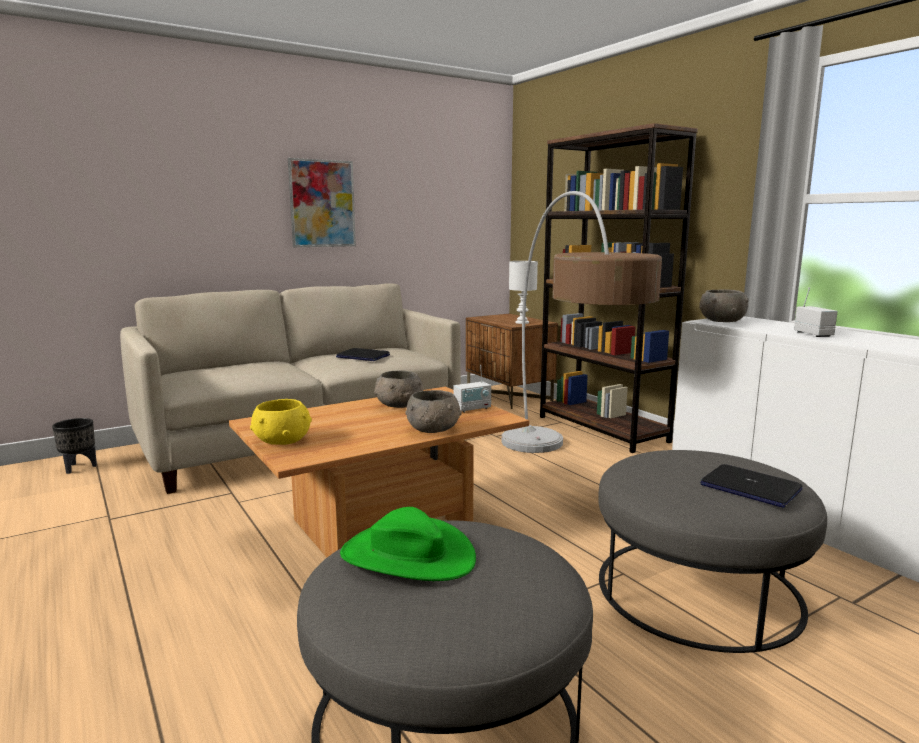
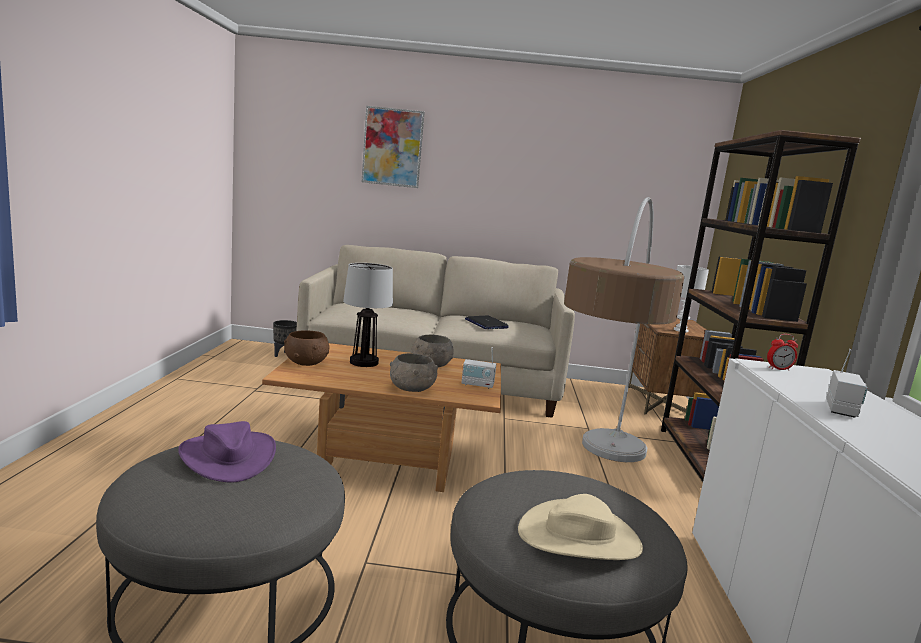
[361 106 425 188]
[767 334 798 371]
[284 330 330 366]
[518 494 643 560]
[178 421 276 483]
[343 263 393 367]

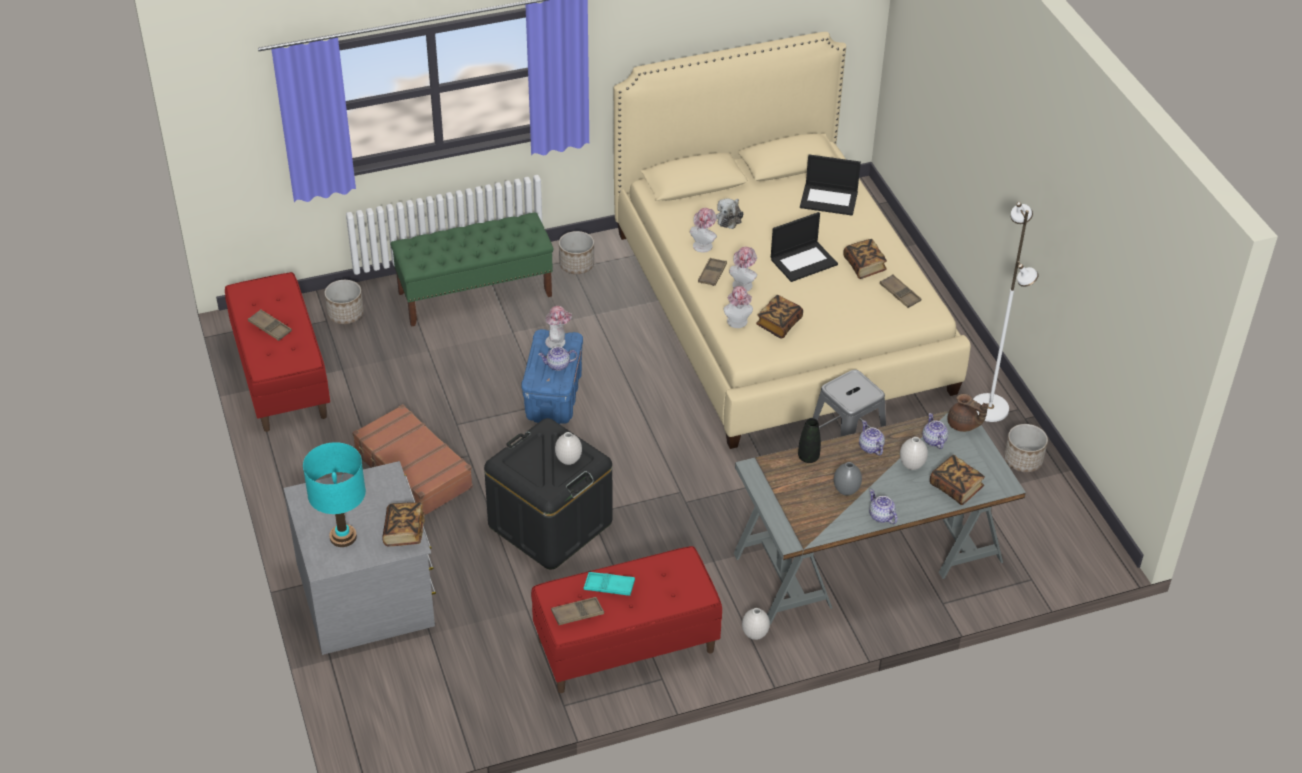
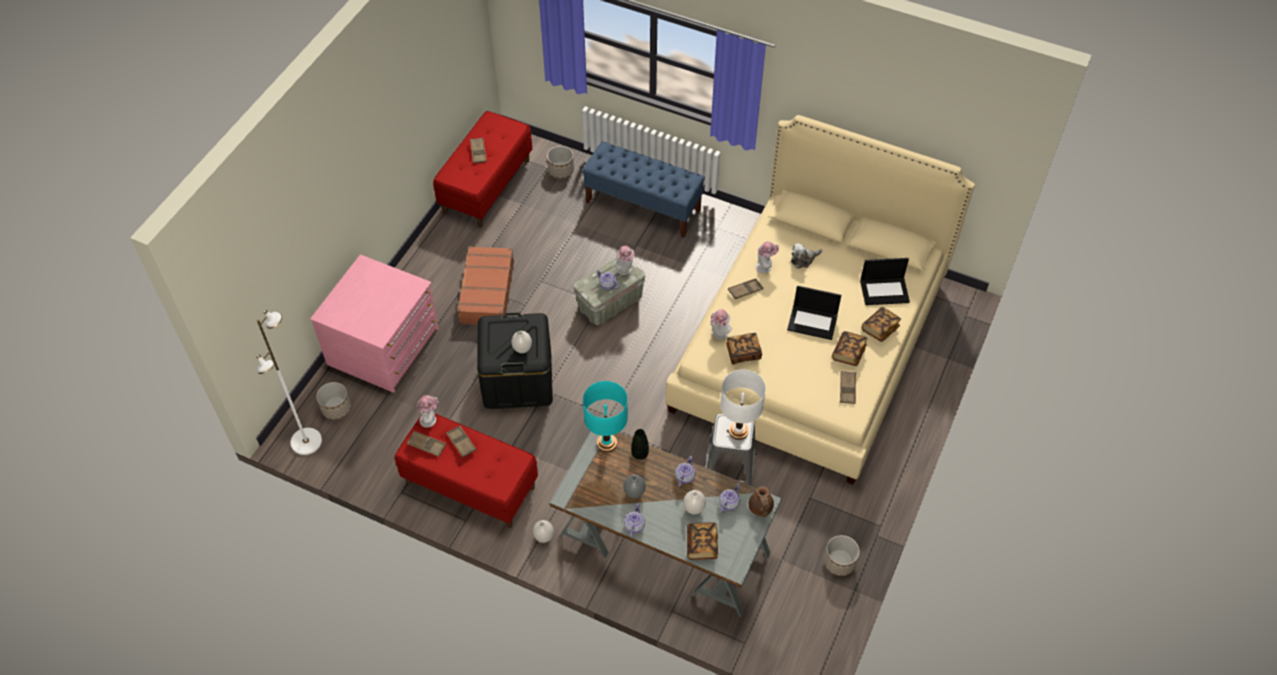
[860 258 910 305]
[256 310 322 455]
[582 141 705 238]
[316 382 351 420]
[416 395 438 428]
[574 258 645 325]
[583 381 628 452]
[310 254 439 393]
[862 307 901 342]
[446 425 476 457]
[720 369 766 440]

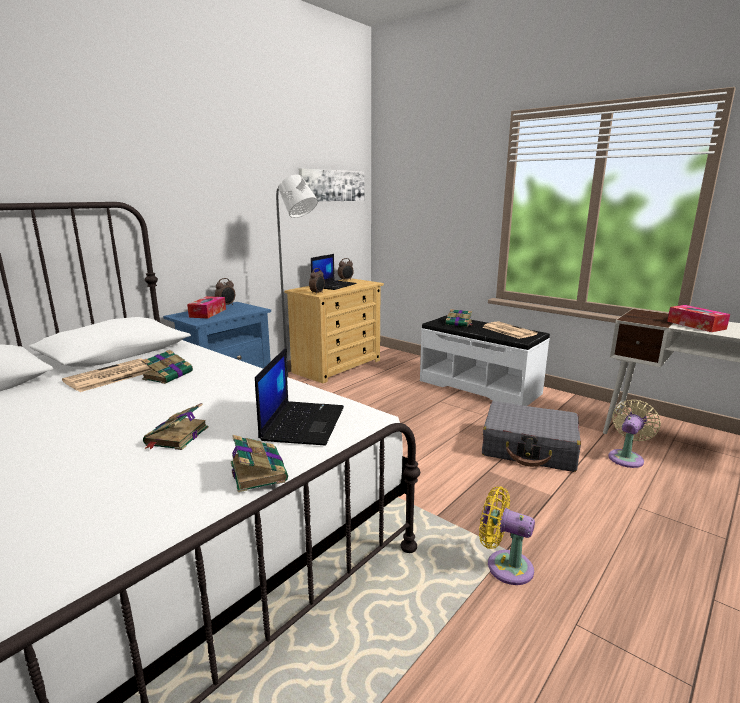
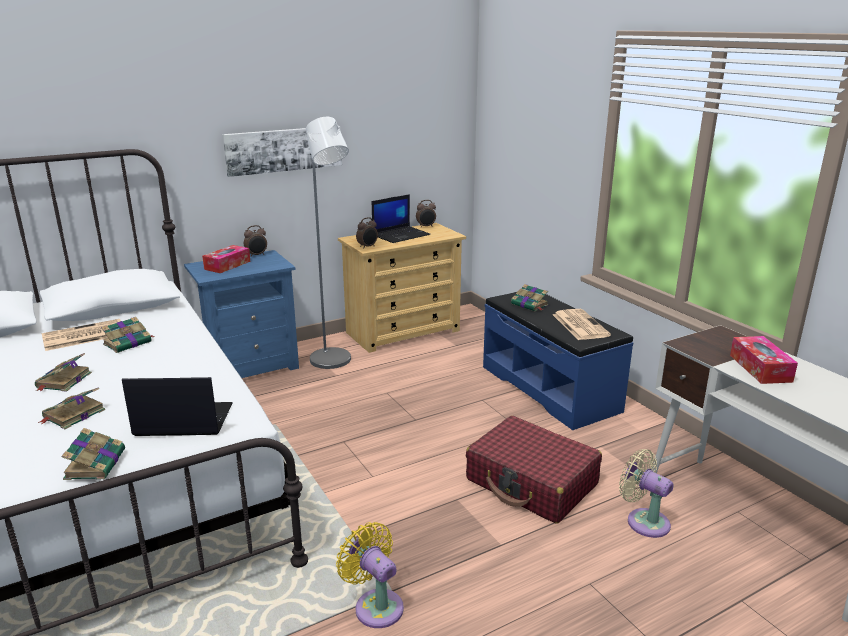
[223 126 342 177]
[483 292 633 430]
[122 377 233 436]
[619 449 673 538]
[466 416 602 524]
[35 353 92 392]

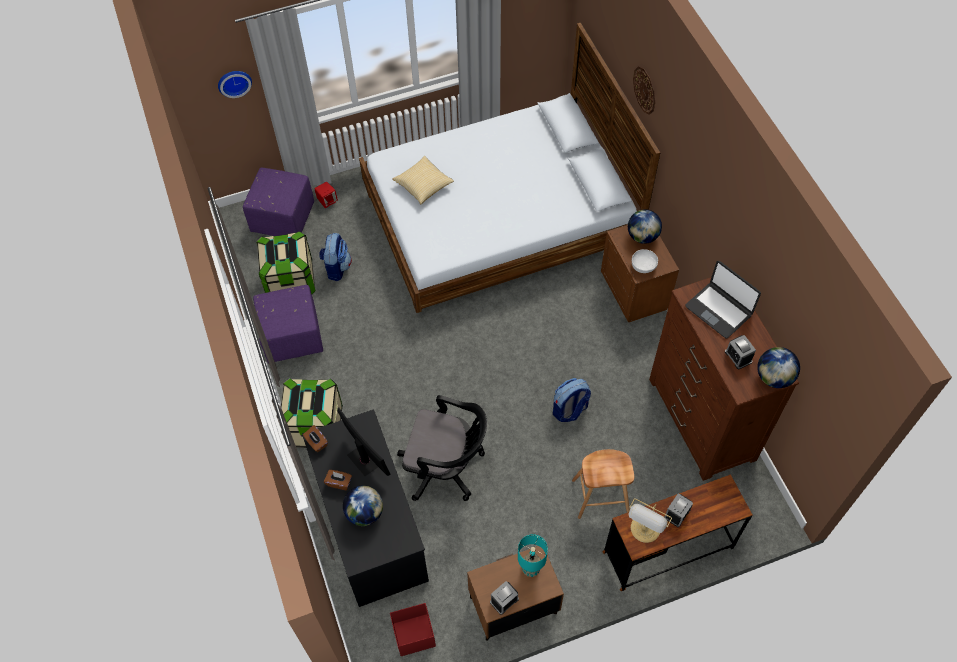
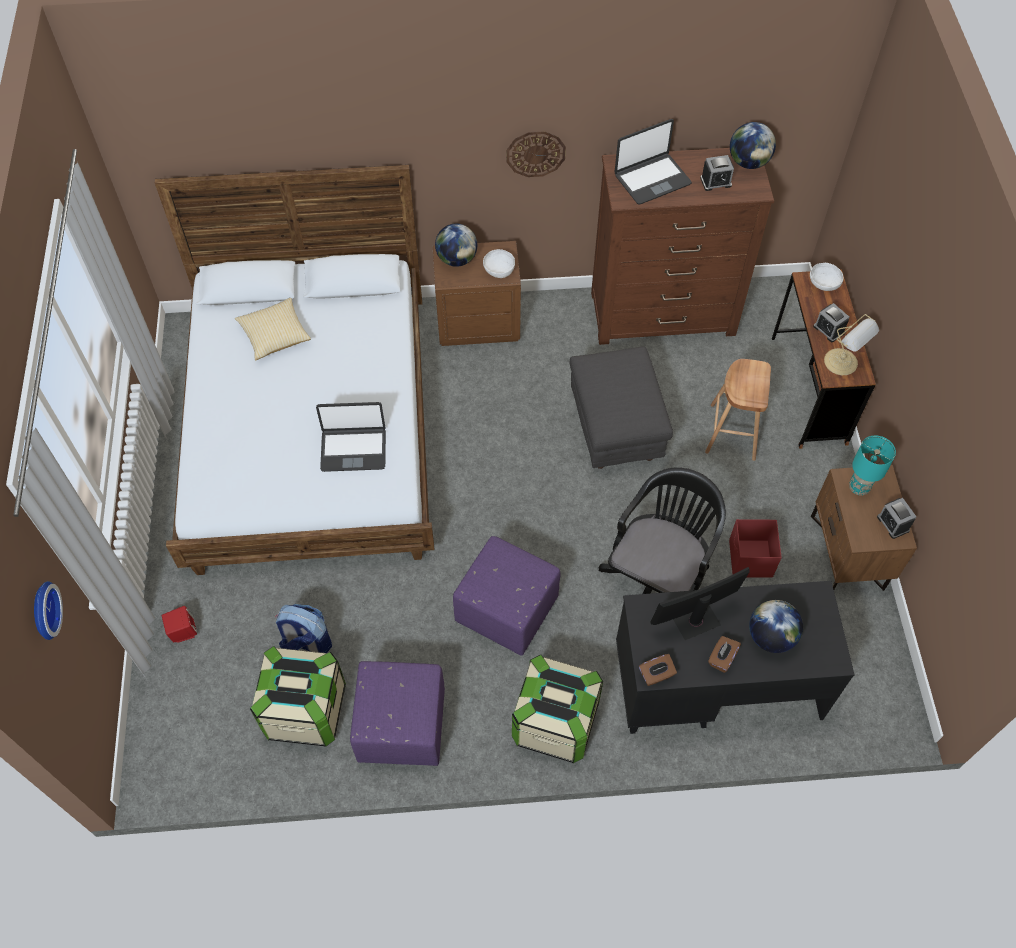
[507 131 566 177]
[235 298 311 361]
[453 536 561 656]
[570 346 673 469]
[729 519 782 578]
[810 263 844 291]
[316 402 386 472]

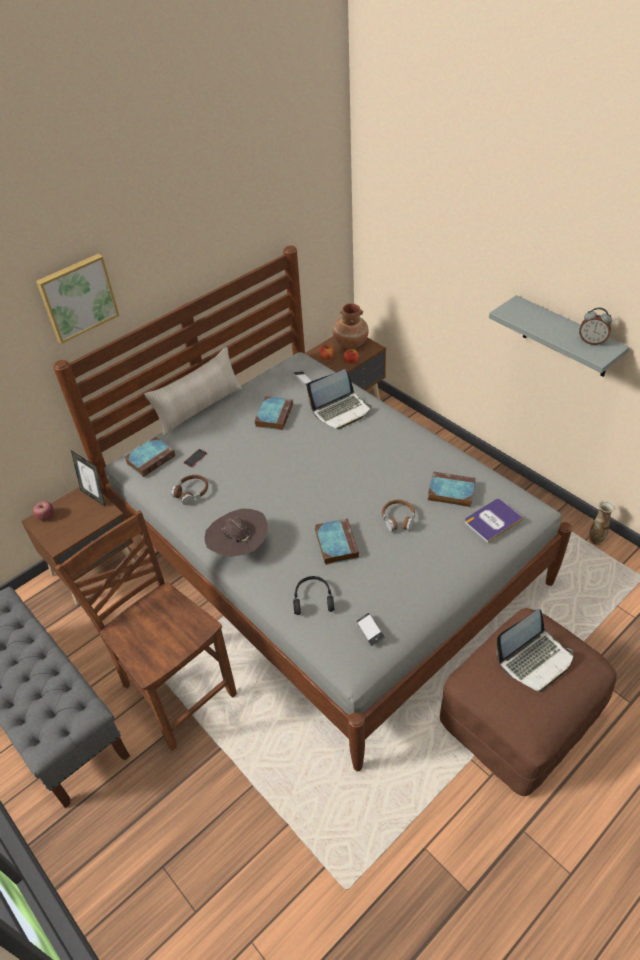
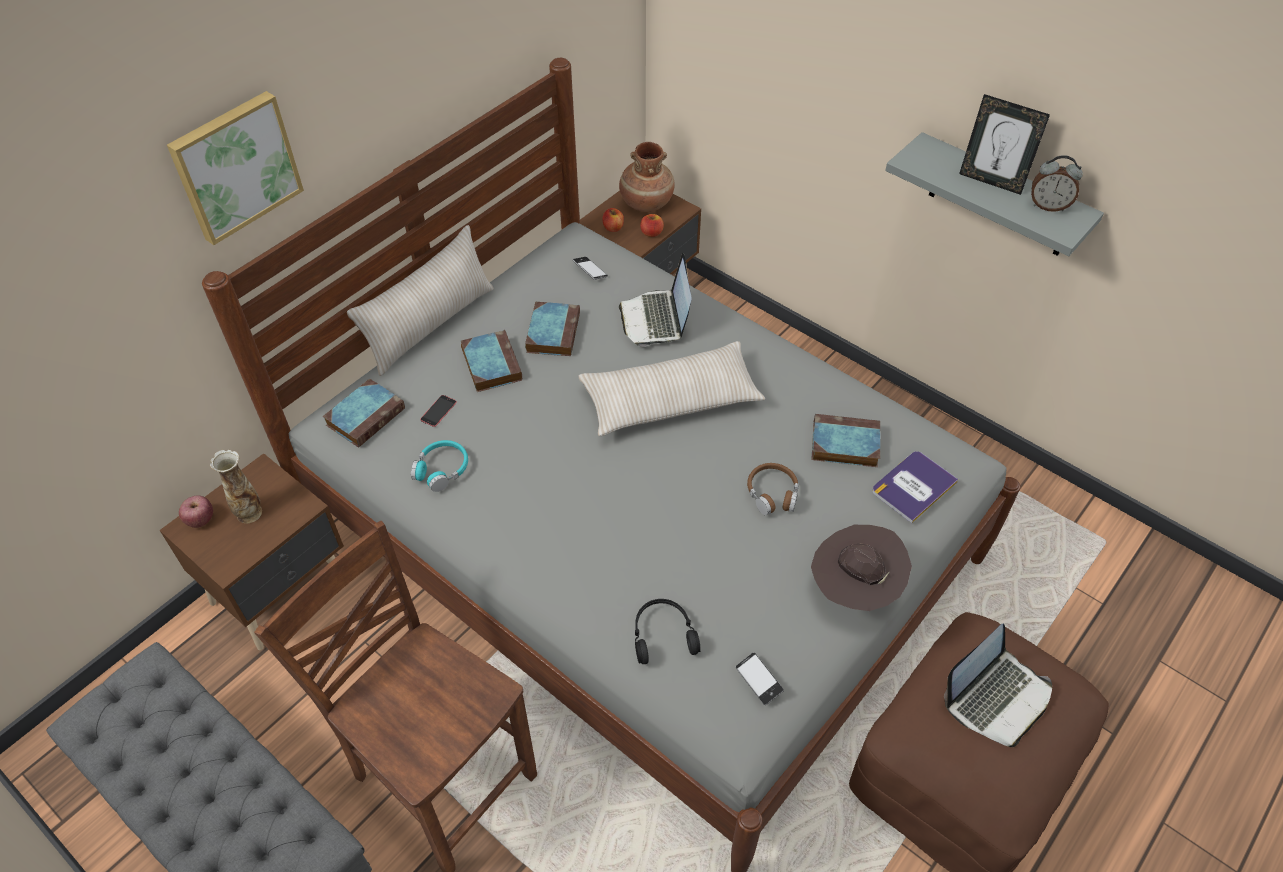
[619 253 691 347]
[959 94 1050 195]
[411 440 468 492]
[210 450 262 523]
[811 525 912 611]
[461 330 522 392]
[579 341 765 436]

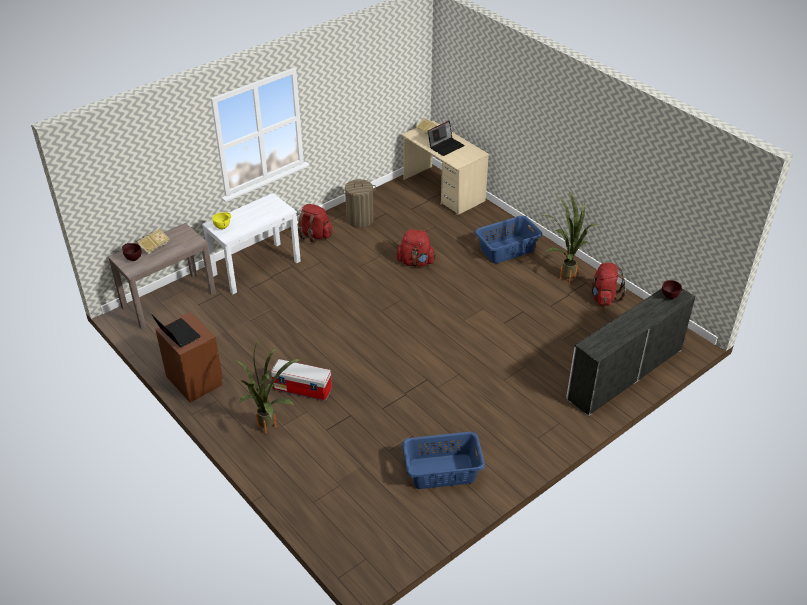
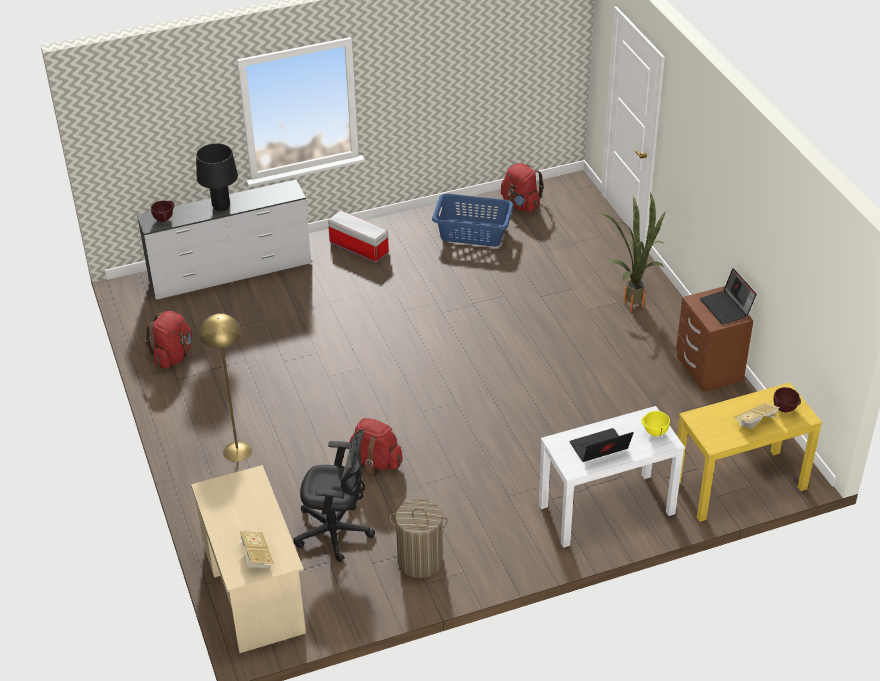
[569 428 633 462]
[542 190 598 283] (first image)
[501 163 544 212]
[199 313 252 462]
[677 382 822 522]
[328 210 389 263]
[196 143 238 211]
[293 429 375 562]

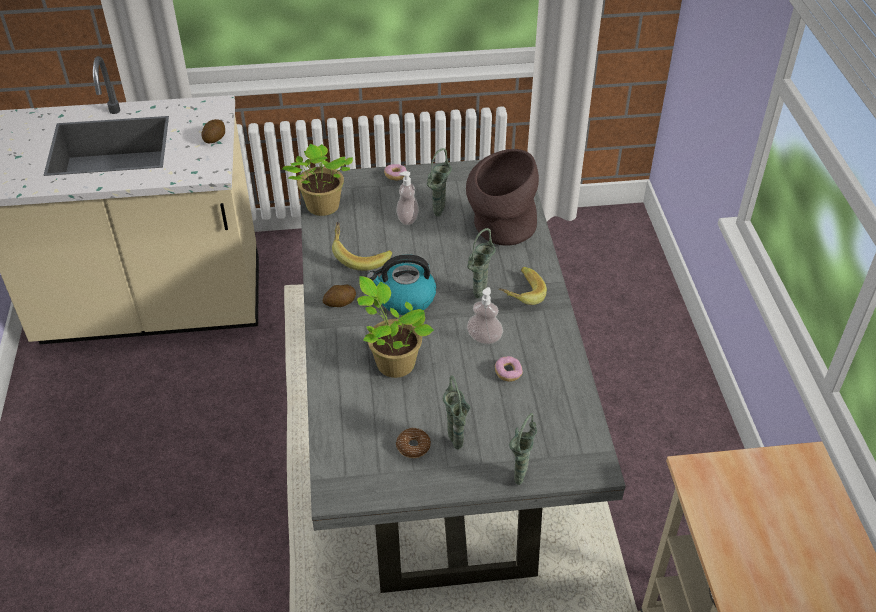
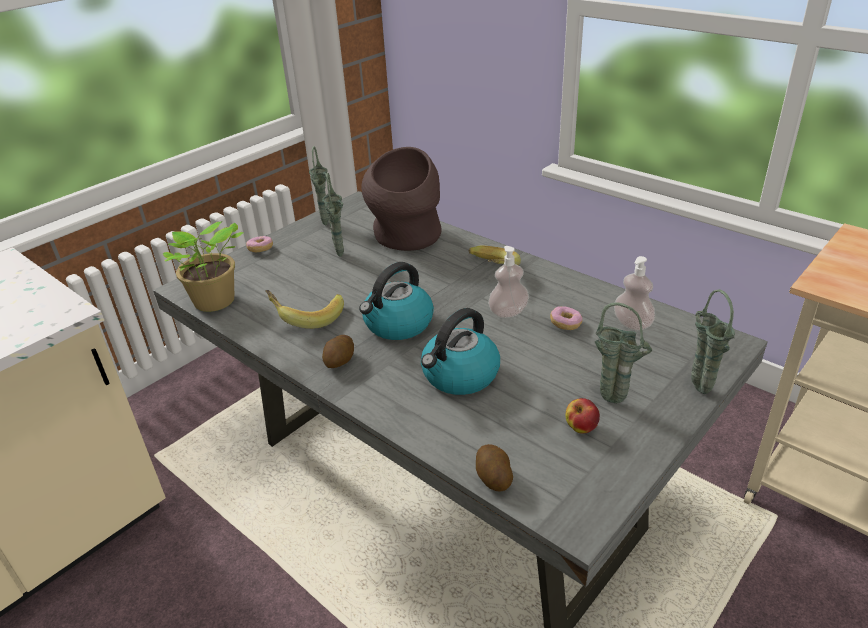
[476 444 513 492]
[614 256 655 331]
[309 146 329 225]
[421 308 500 395]
[566 398 600 433]

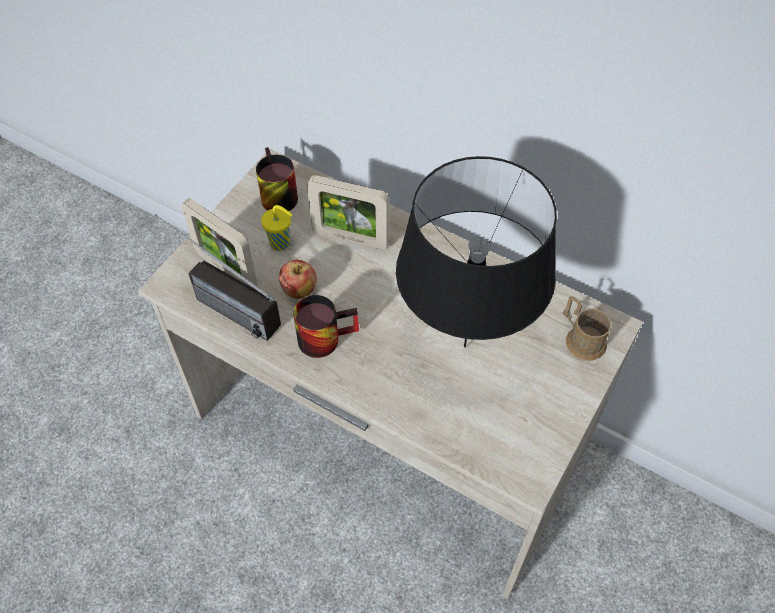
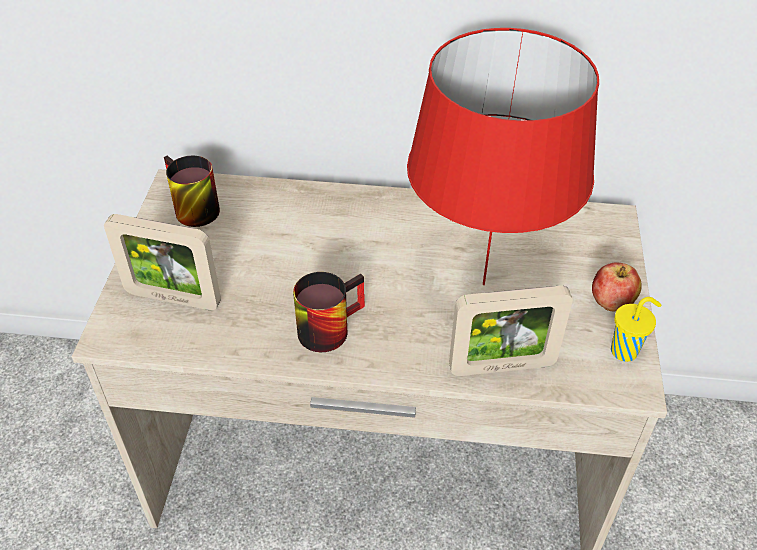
[407 28 599 285]
[449 286 573 376]
[611 297 661 362]
[155 214 281 341] (first image)
[592 263 642 312]
[562 296 611 361] (first image)

